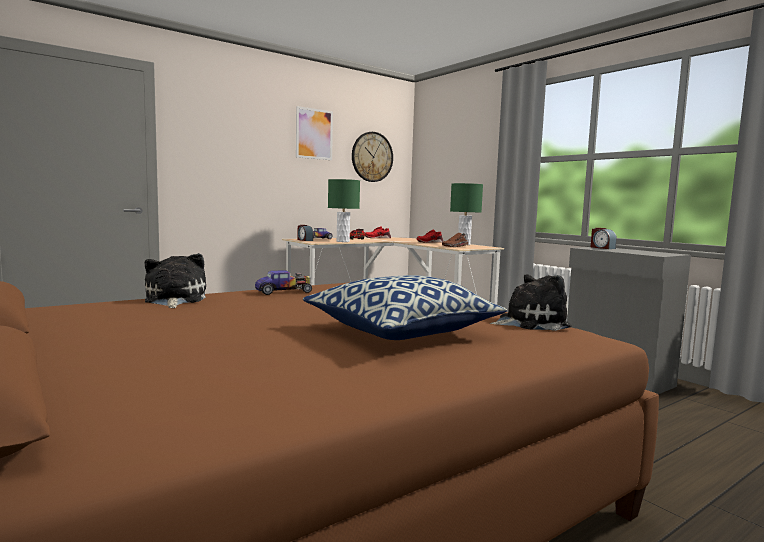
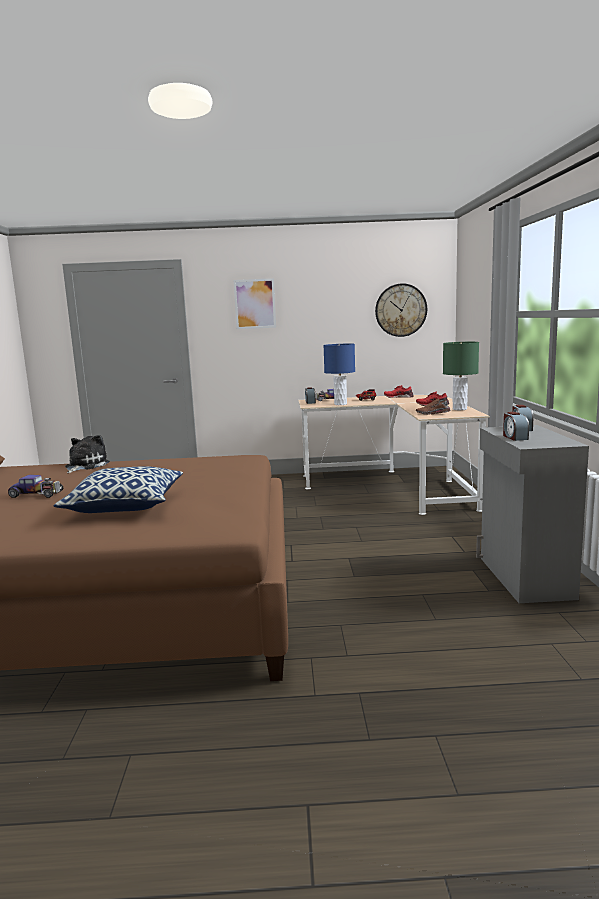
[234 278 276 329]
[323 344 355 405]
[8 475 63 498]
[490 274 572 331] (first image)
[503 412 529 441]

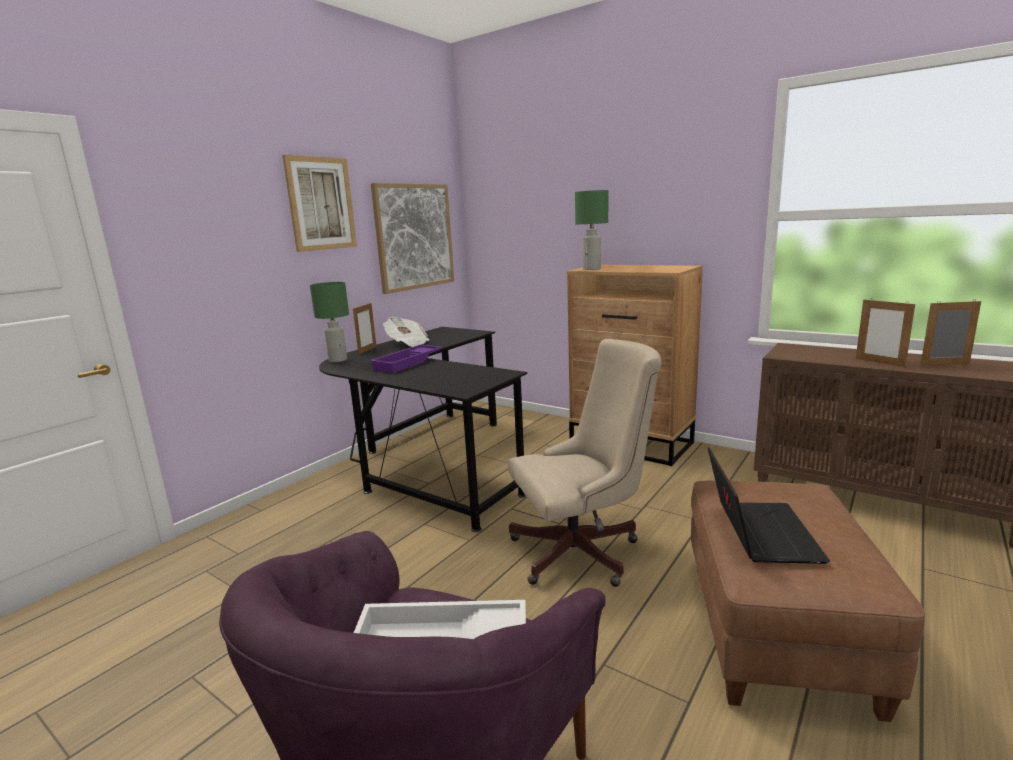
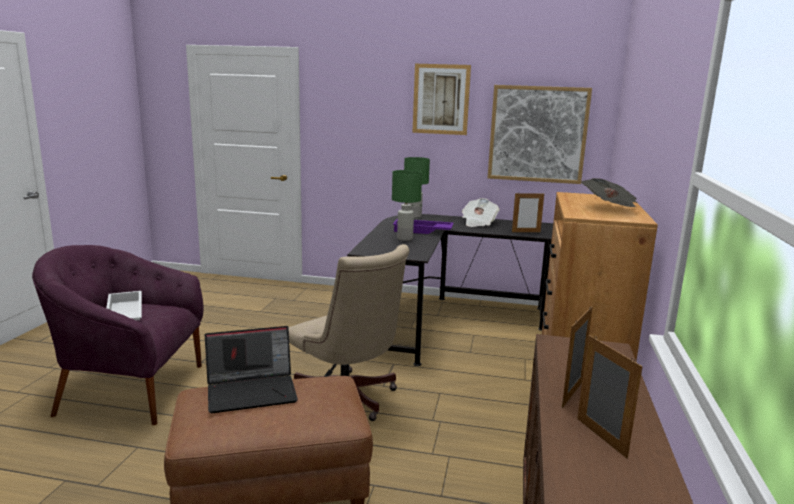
[392 170 422 241]
[512 192 544 232]
[581 178 638 207]

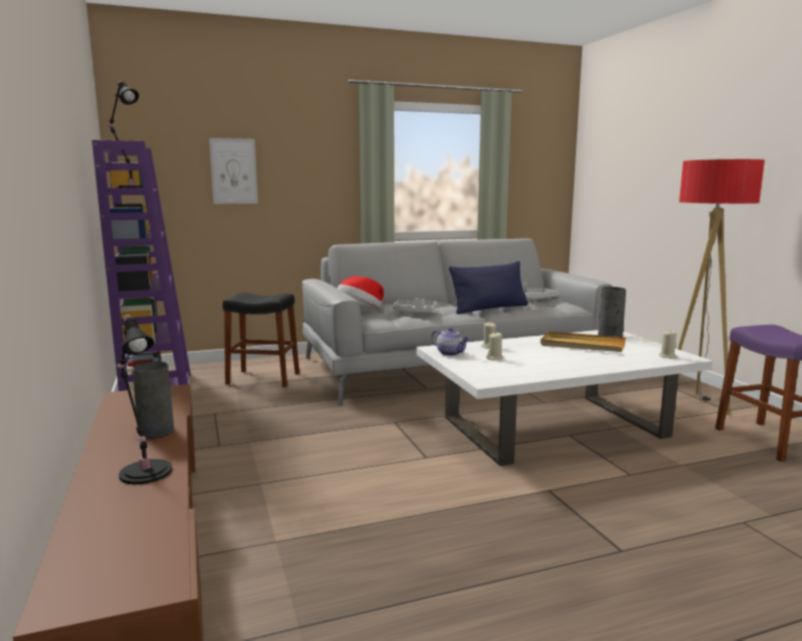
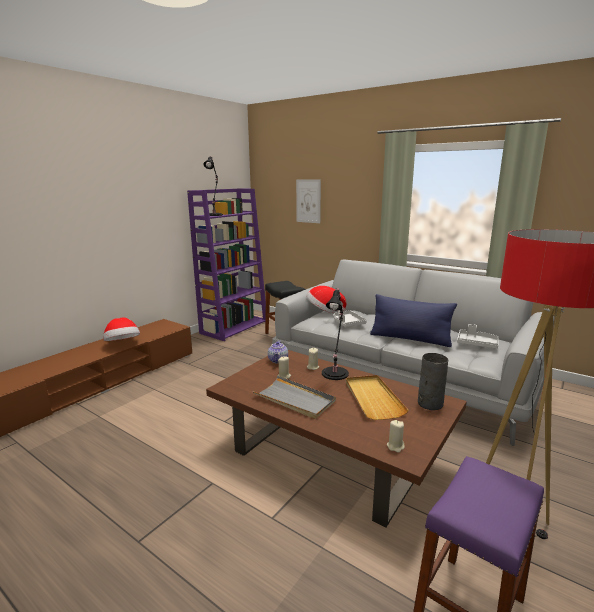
[322 288 349 380]
[206 350 467 527]
[103 317 140 341]
[252 375 336 419]

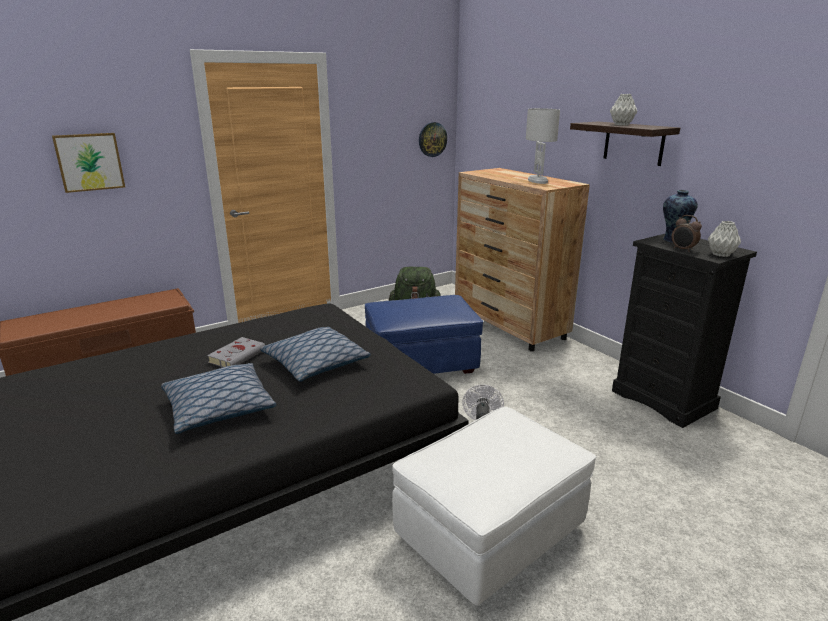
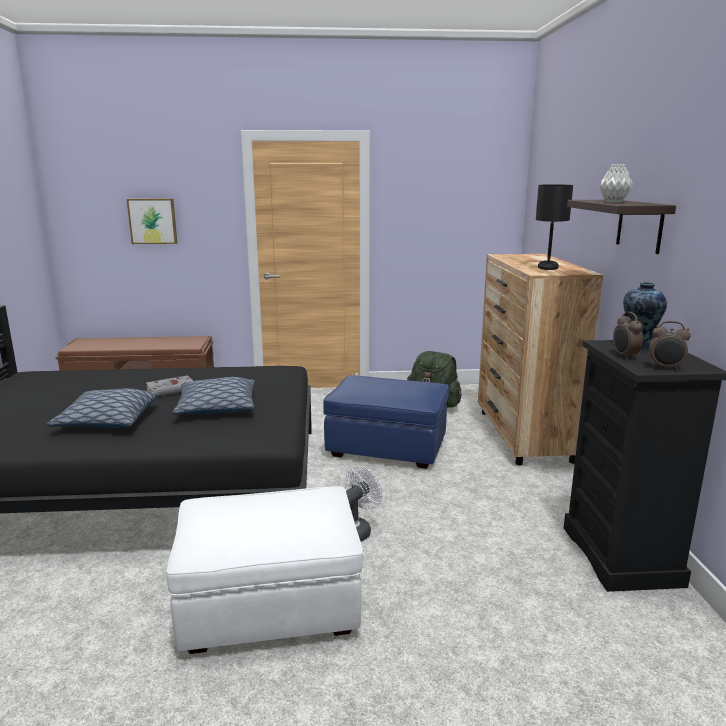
[536 184 573 270]
[419 122 447 157] (first image)
[649 321 691 370]

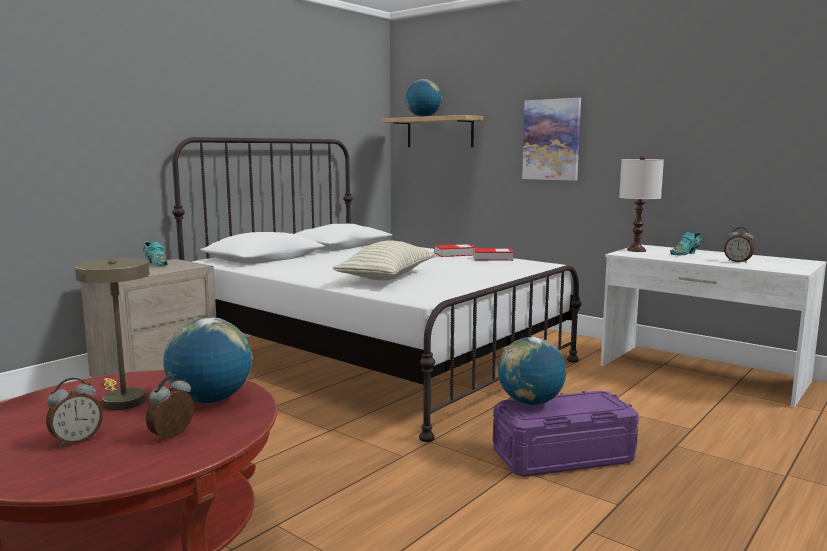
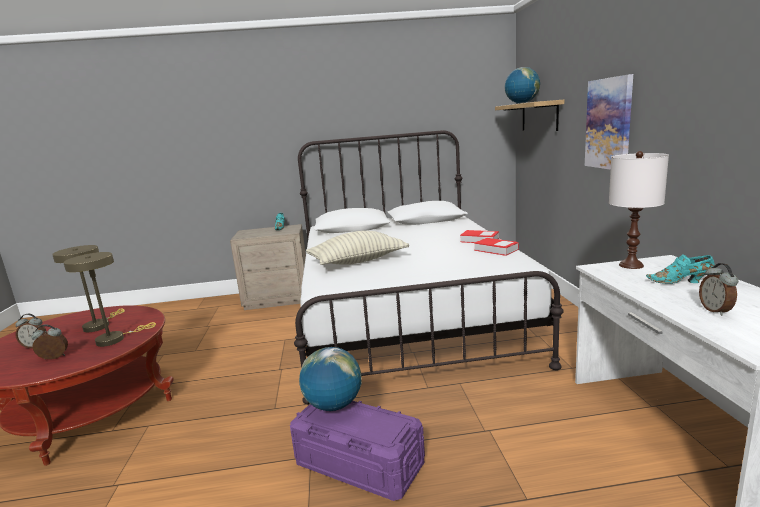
[63 252 156 347]

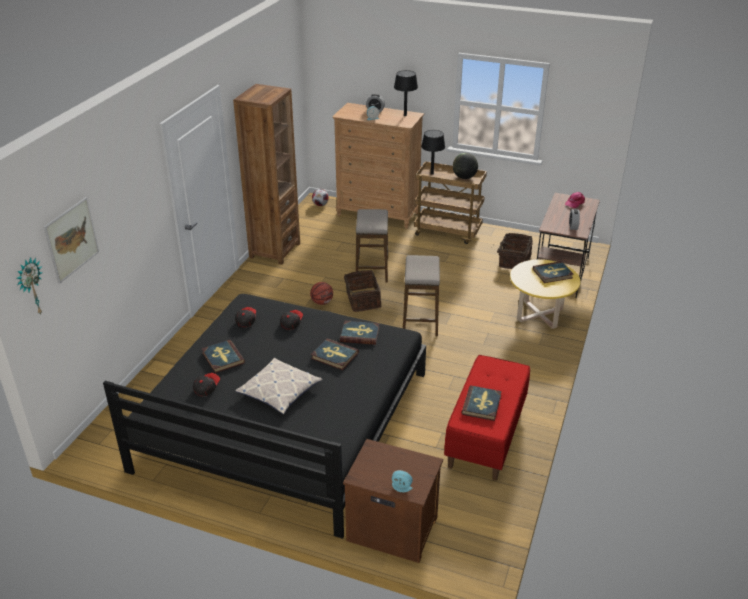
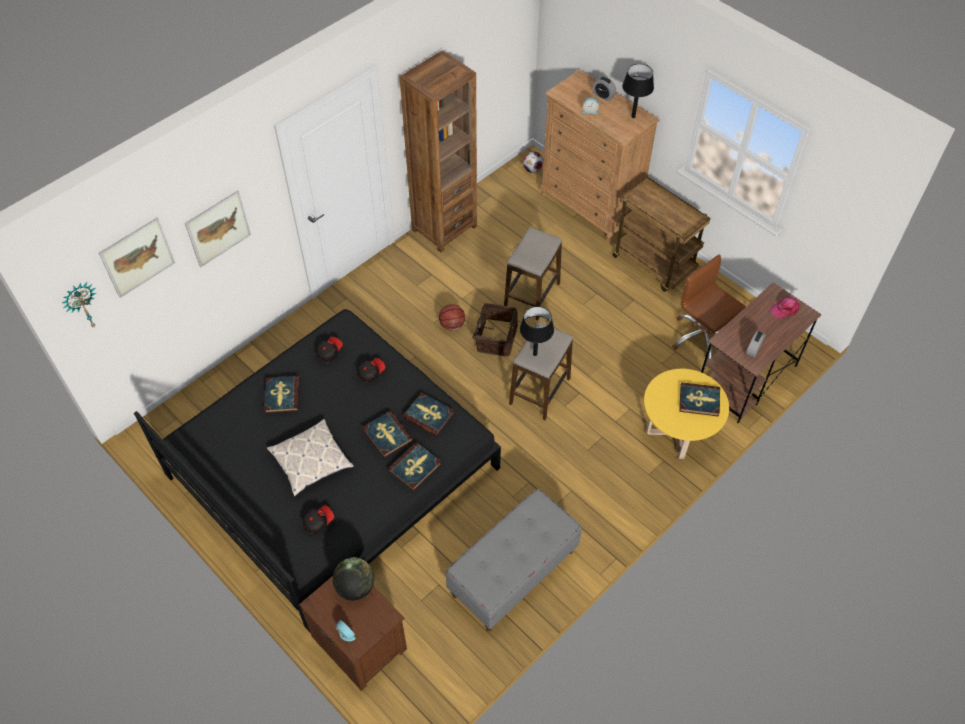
[520 306 554 356]
[333 557 374 601]
[672 254 746 360]
[445 489 582 631]
[303 505 334 534]
[388 442 441 491]
[185 190 251 267]

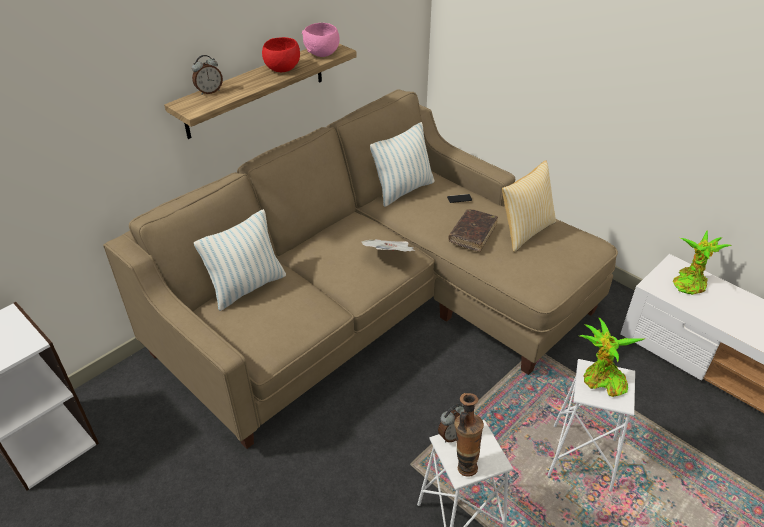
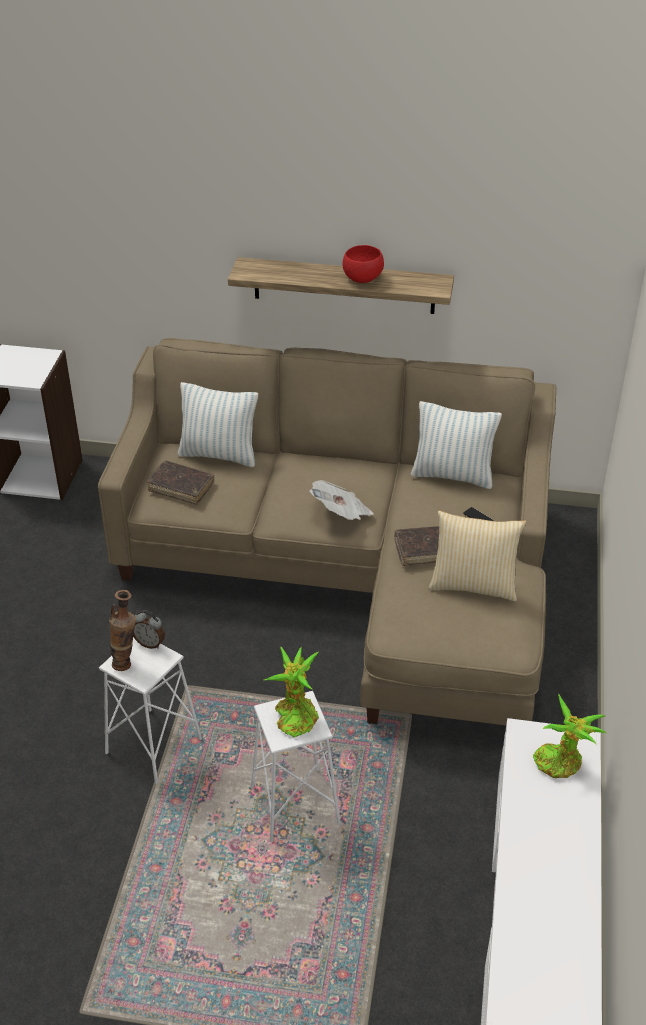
[302 23 340 57] (first image)
[192 55 223 95] (first image)
[147 460 214 505]

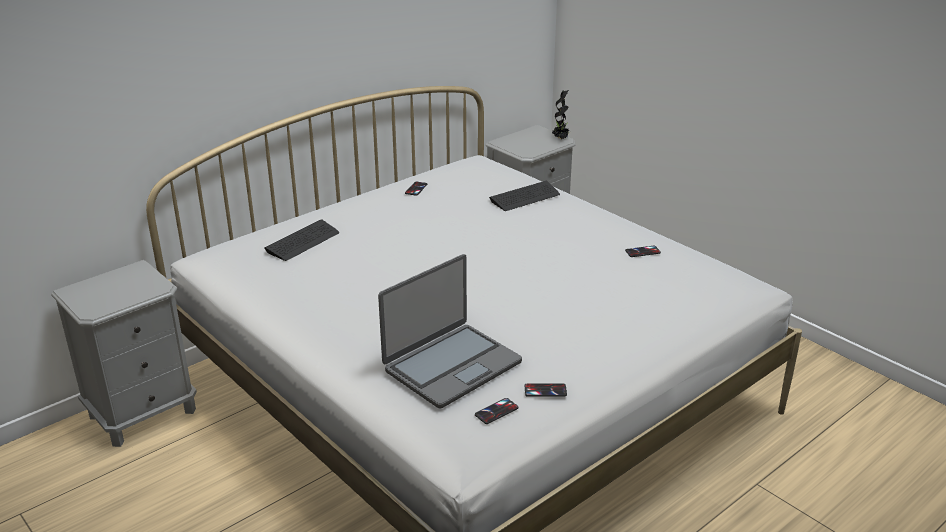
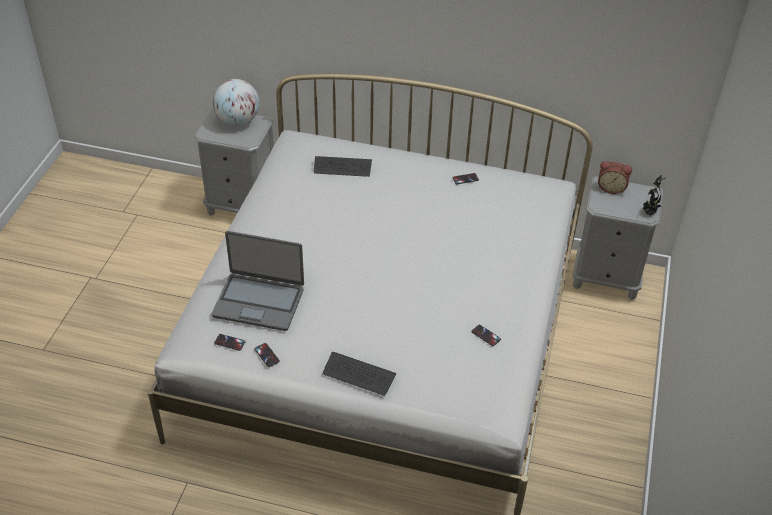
[323 352 396 396]
[213 79 259 126]
[598 161 632 194]

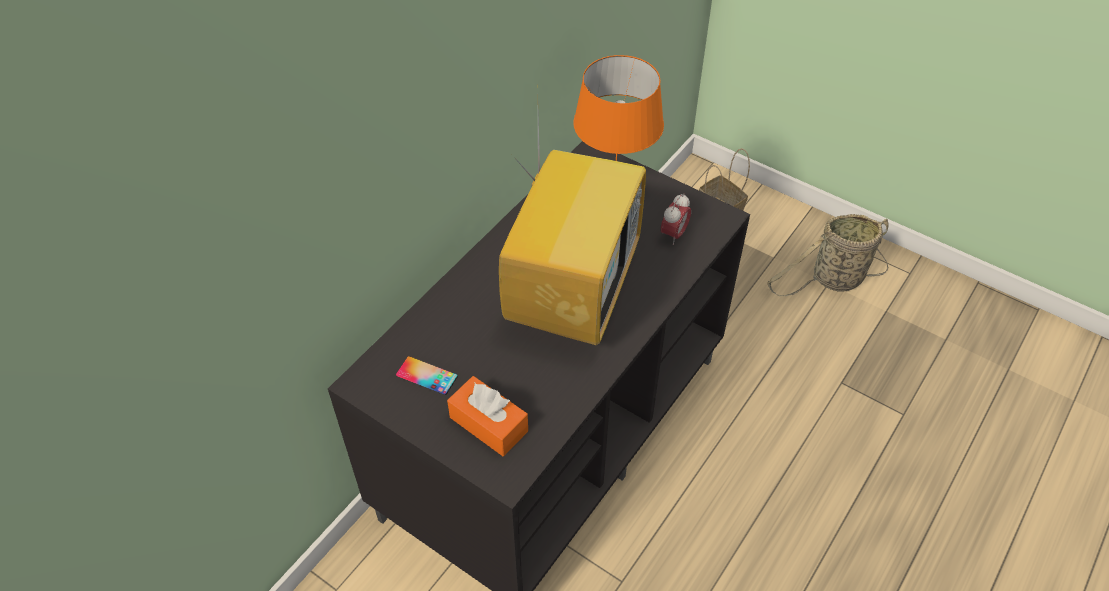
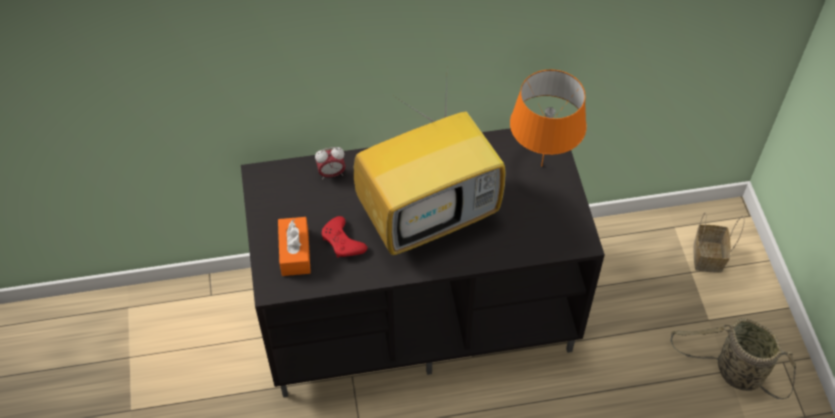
[315 147 346 180]
[396 356 458 395] (first image)
[321 216 367 258]

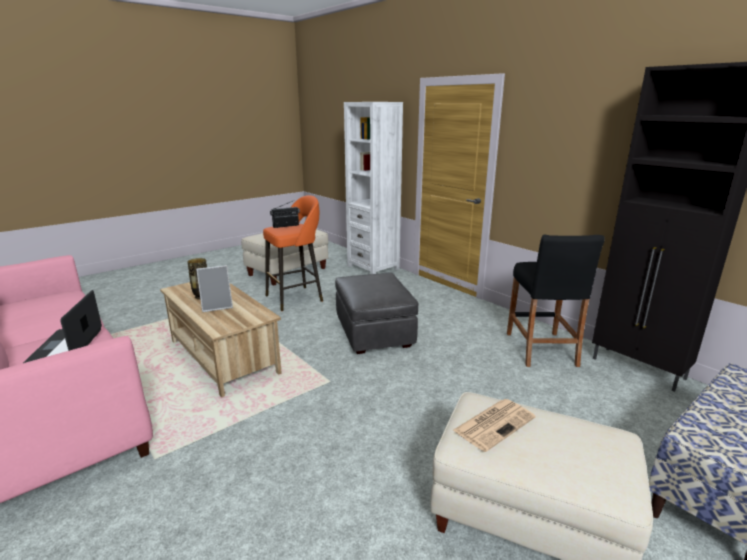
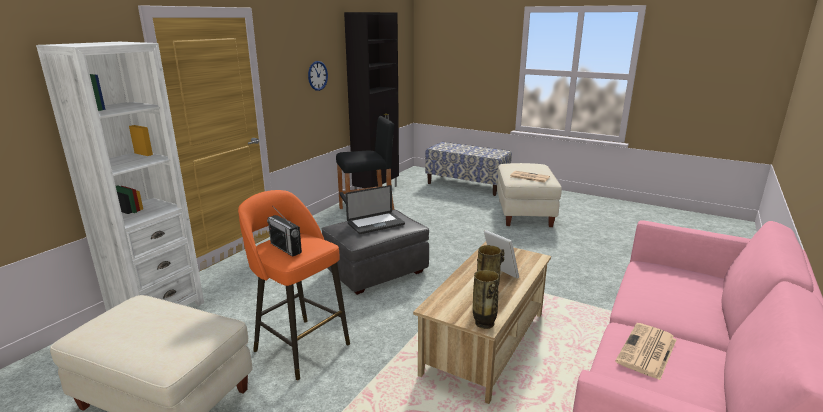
[346 185 405 234]
[308 61 328 91]
[473 270 499 329]
[616 323 677 380]

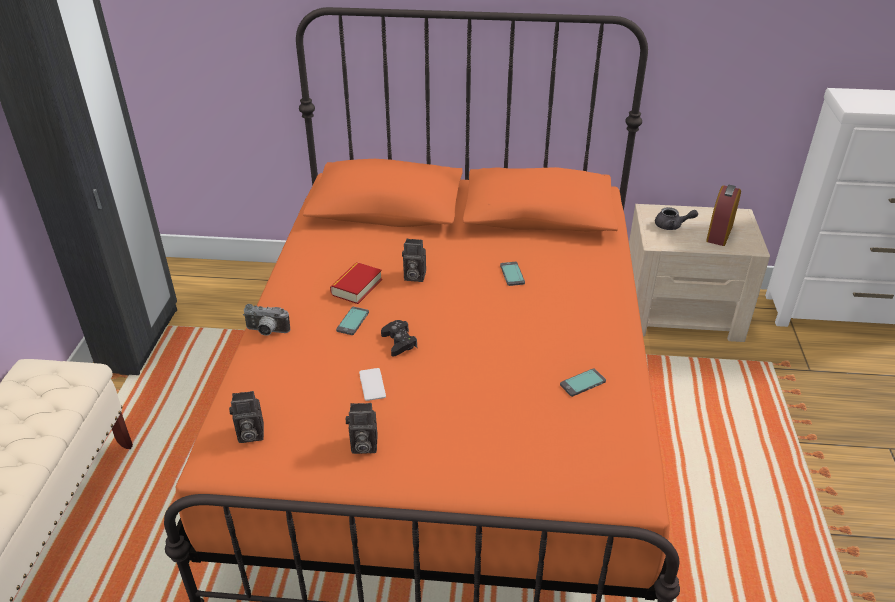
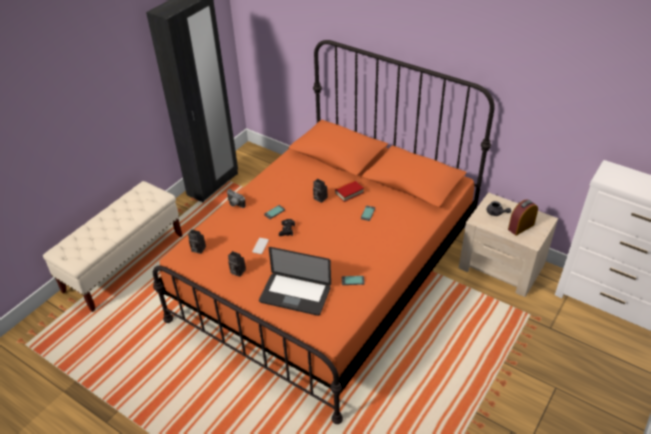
[335 180 364 202]
[259 247 331 316]

